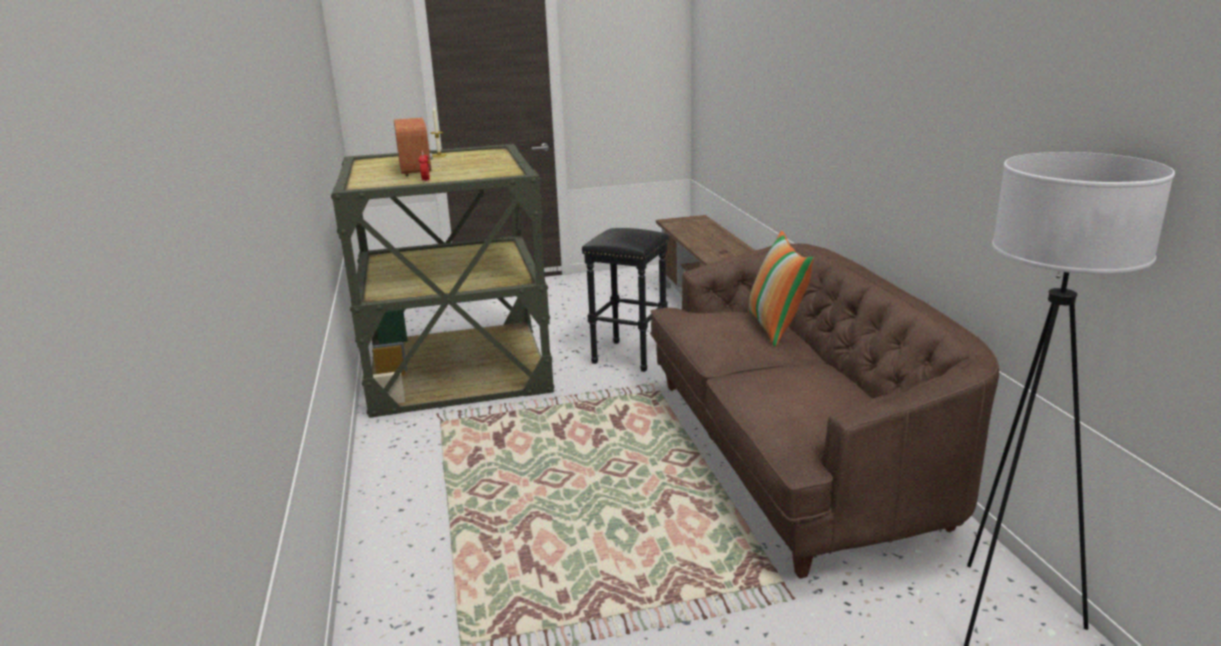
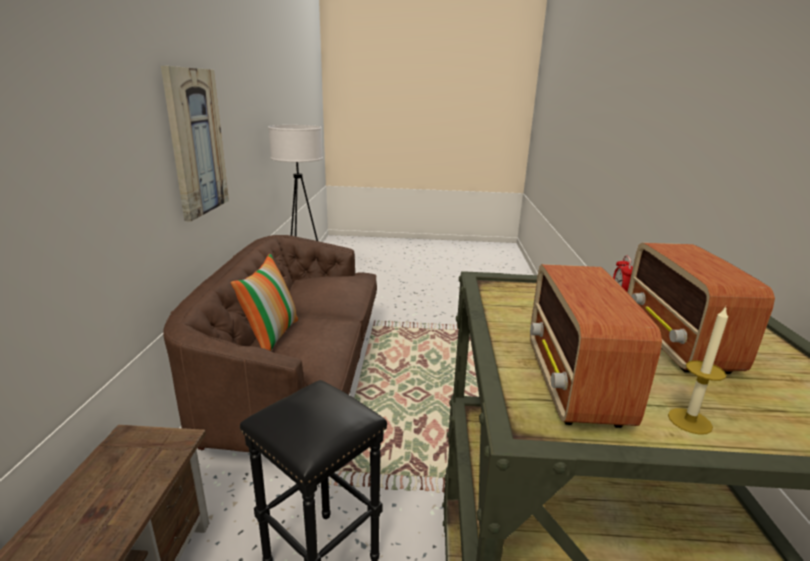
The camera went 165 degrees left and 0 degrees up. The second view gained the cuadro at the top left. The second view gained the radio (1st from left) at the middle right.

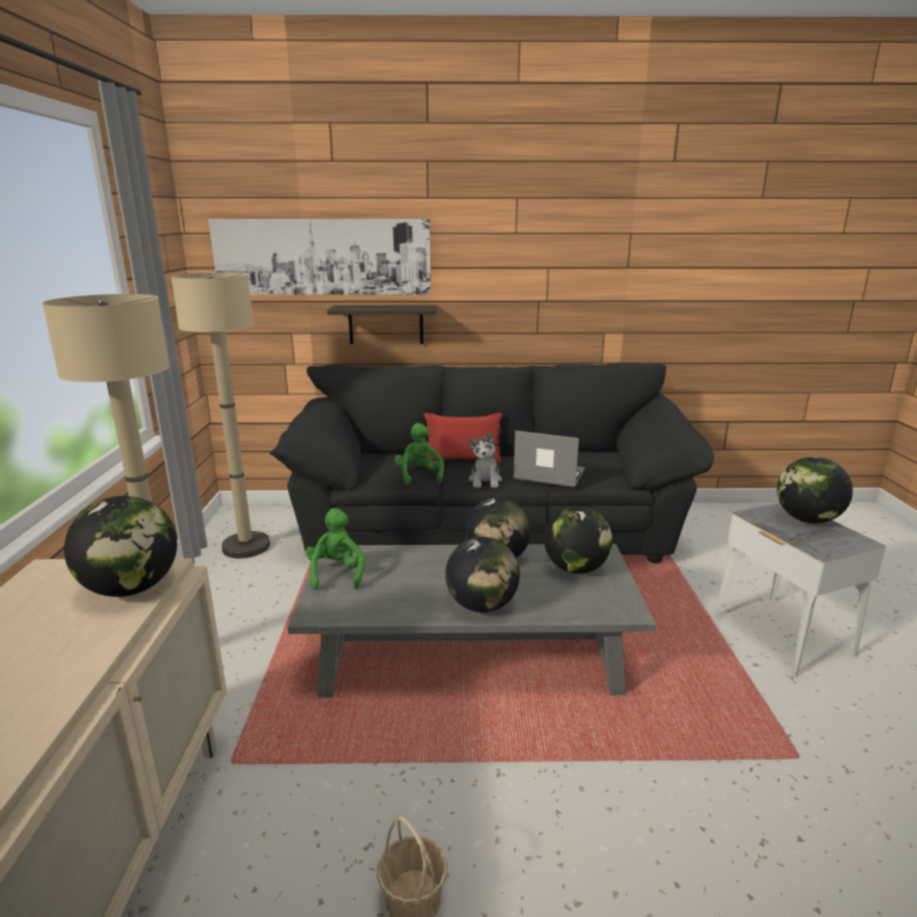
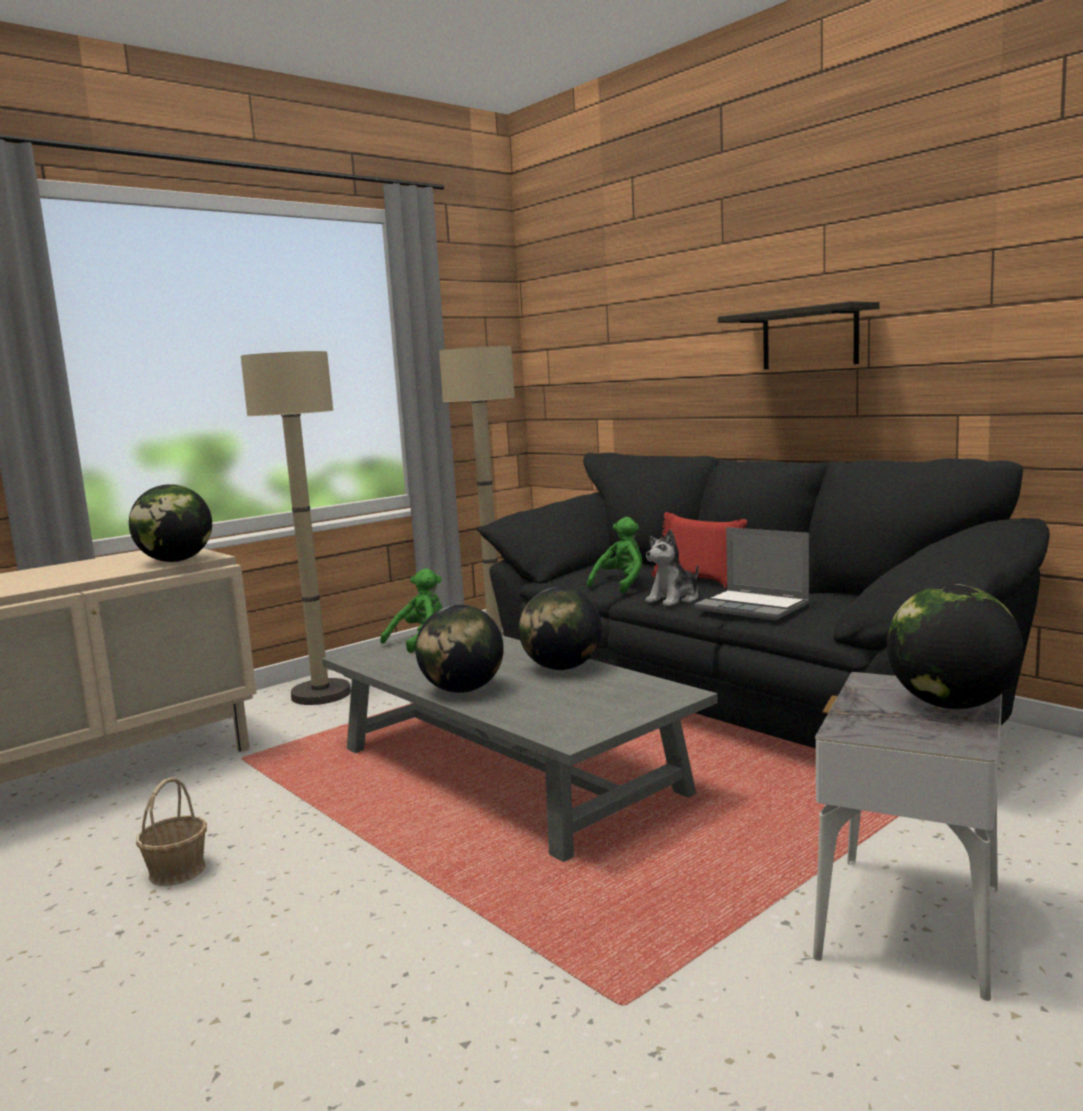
The camera went 50 degrees right and 10 degrees down. The second view lost the cuadro at the top centre. The estante ended up elsewhere, having gone from the centre to the top right. The portátil at the centre ended up facing another way, 150 degrees clockwise from before. The second view lost the globo terráqueo (4th from left) at the centre.

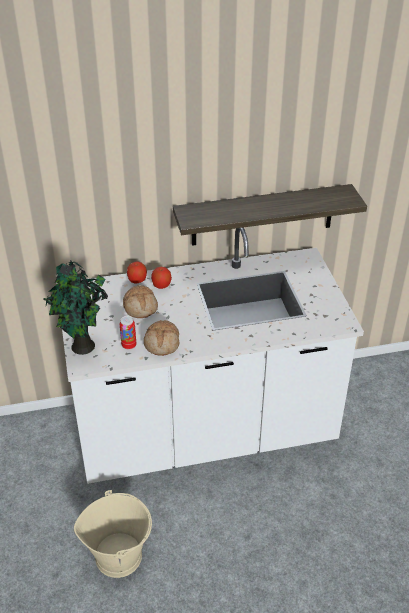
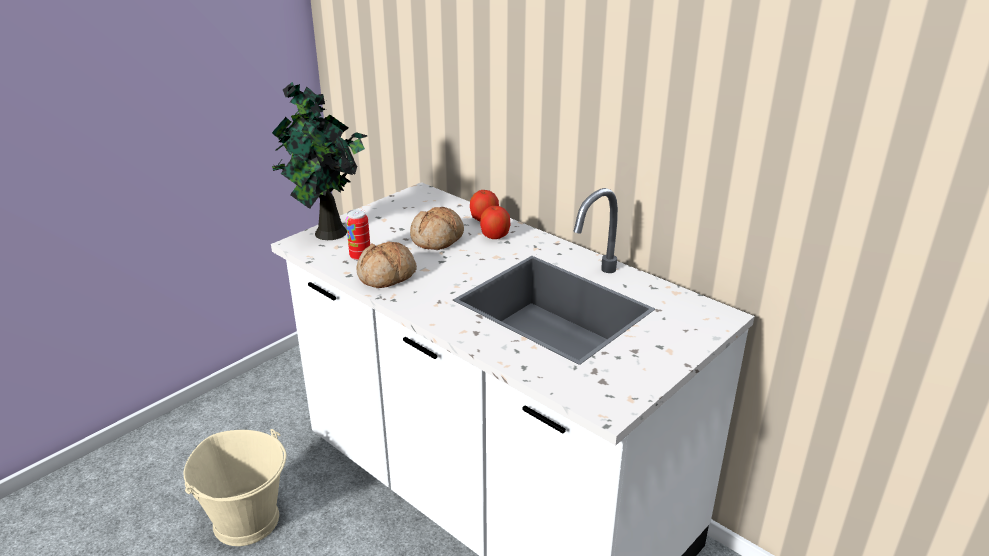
The camera went 55 degrees right and 10 degrees down. The second view lost the estante at the centre.

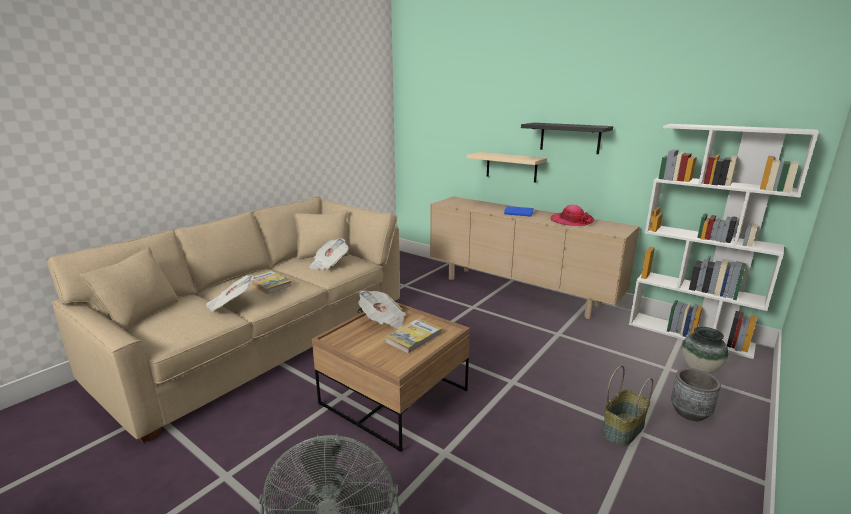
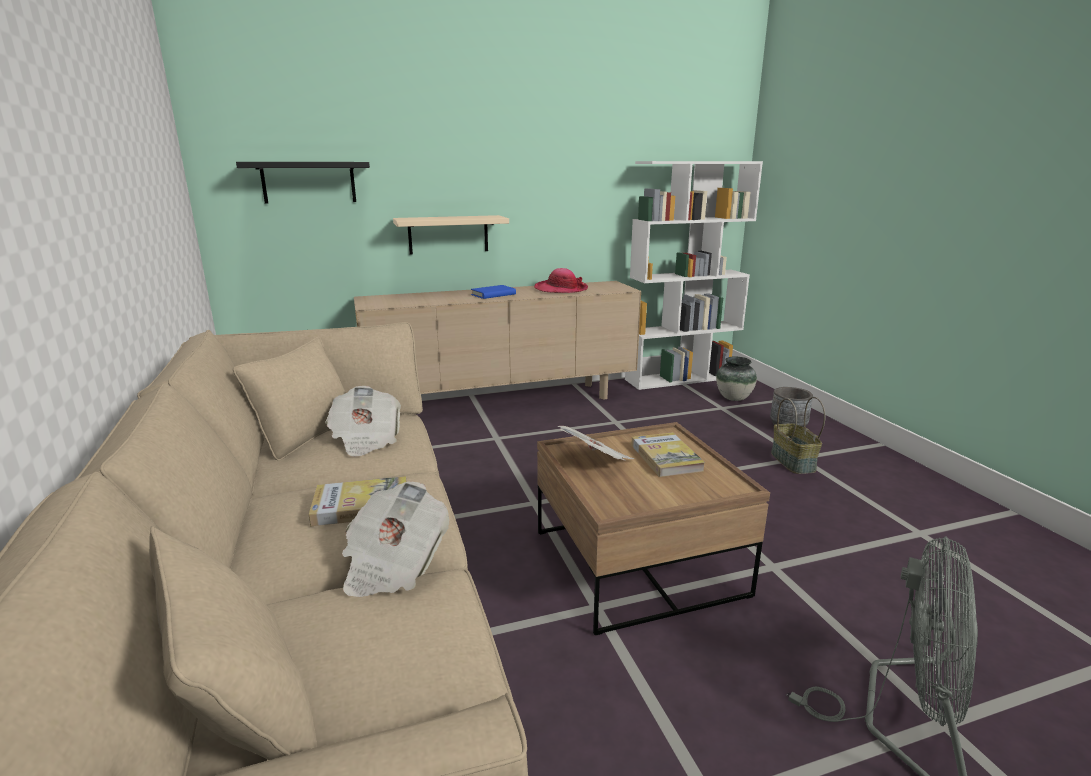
The camera went 55 degrees left and 0 degrees up. The estante (negro) ended up elsewhere, having gone from the top centre to the top left.

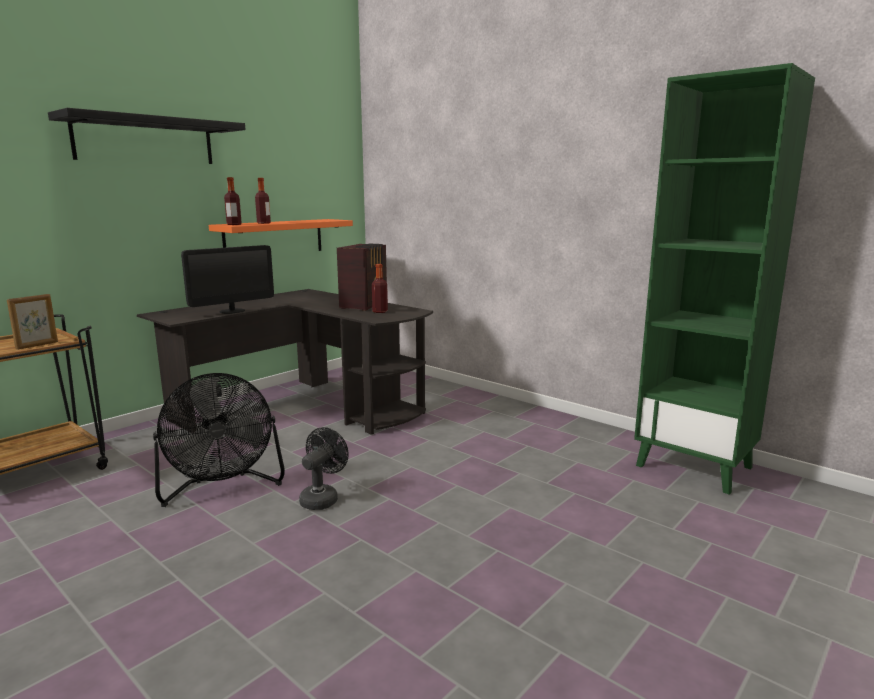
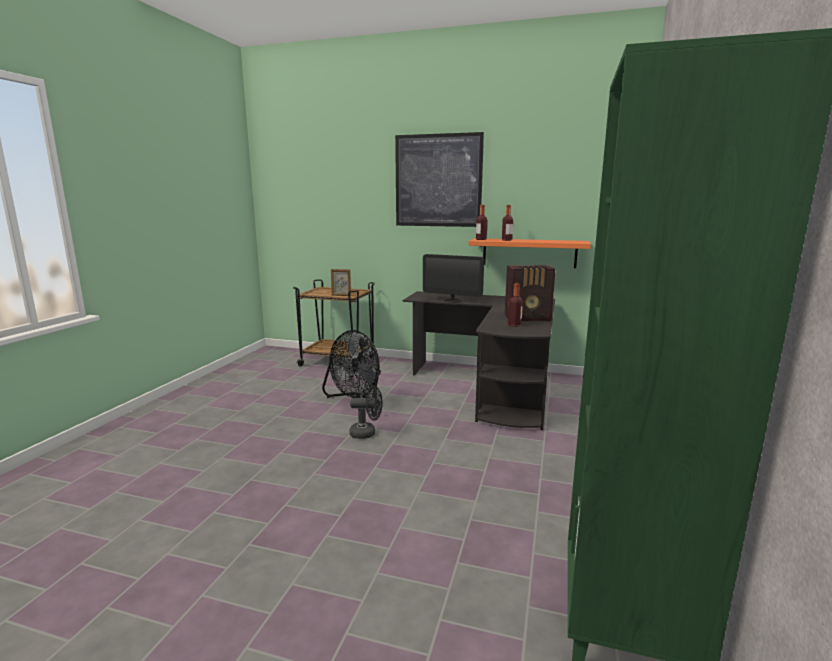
The camera went 65 degrees right and 0 degrees up. Where the estante (negro) hung at the top left, the cuadro came to hang at the top centre.

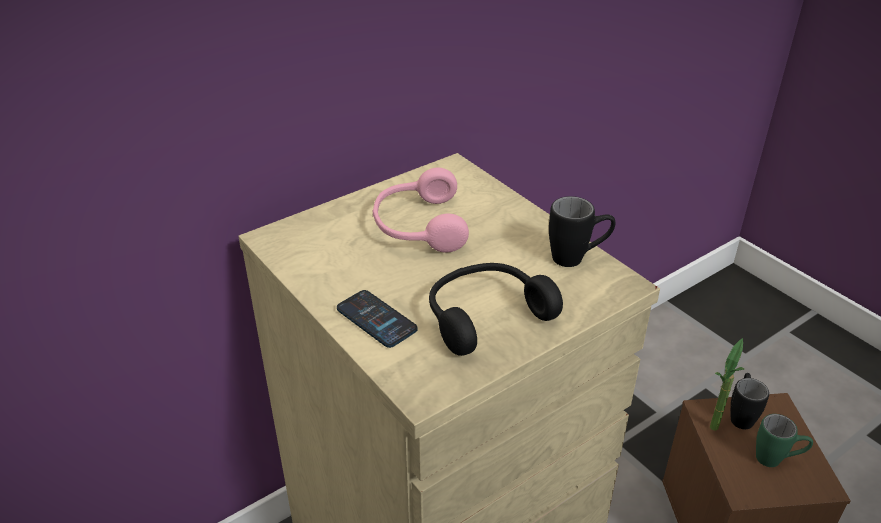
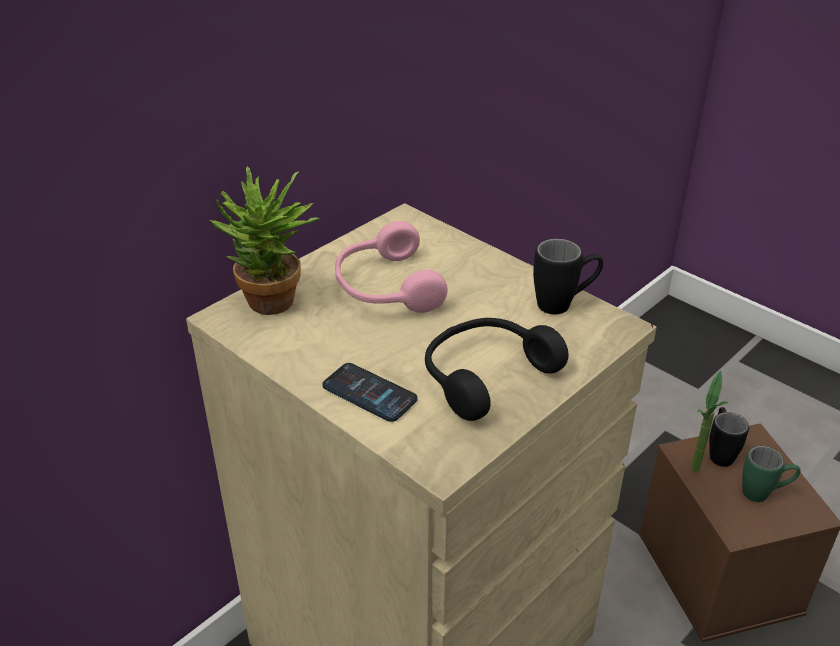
The camera went 10 degrees left and 0 degrees up. The second view gained the planta en maceta (1st from left) at the middle left.

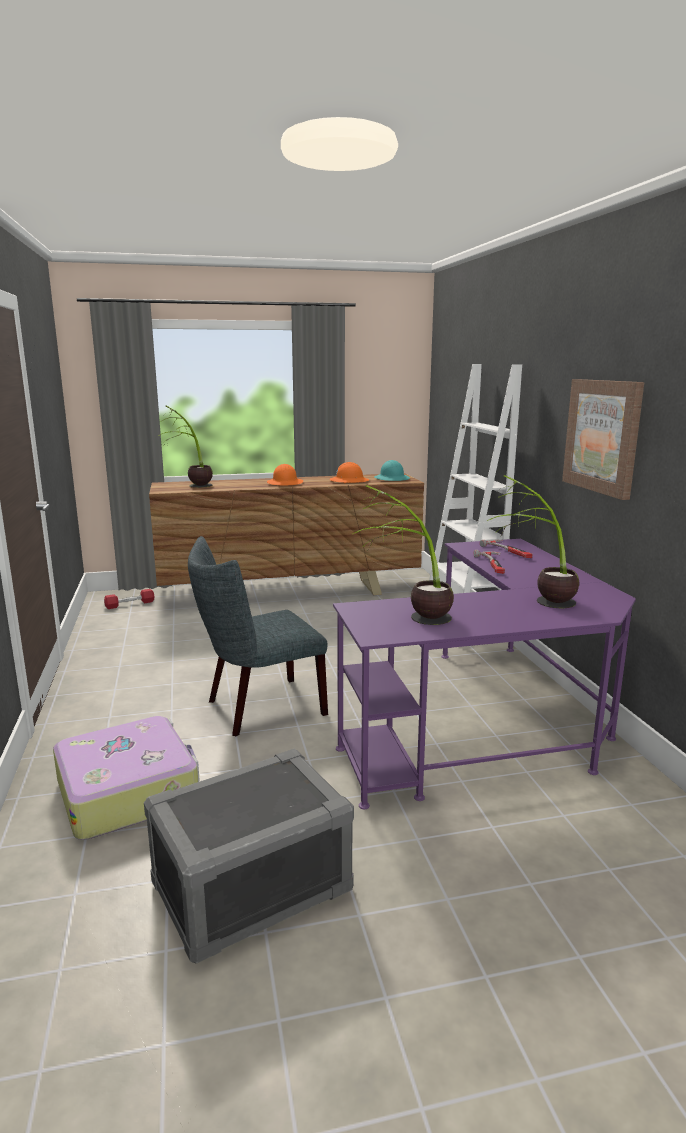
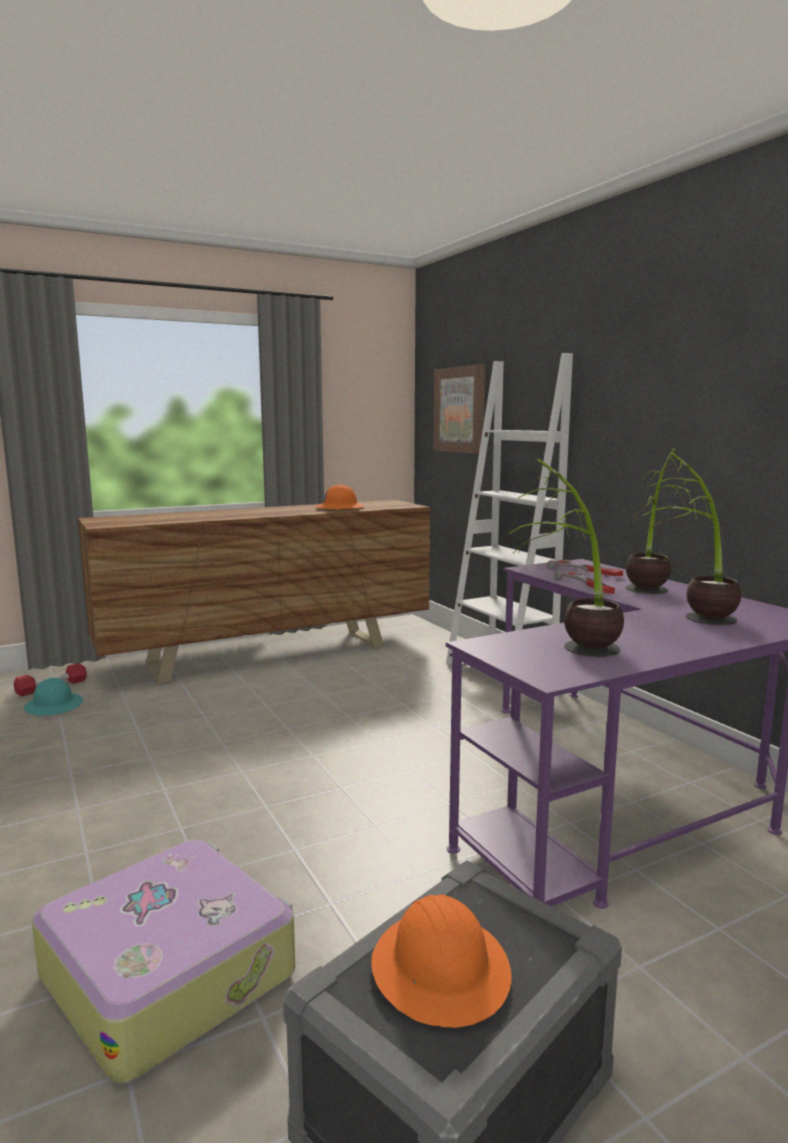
The camera went 15 degrees left and 5 degrees down. The planta en maceta (1st from left in the first image) ended up elsewhere, having gone from the middle left to the middle right. The second view lost the silla (gris) at the centre. The casco (naranja) (1st from left in the first image) ended up elsewhere, having gone from the centre to the bottom centre. The casco (turquesa) ended up elsewhere, having gone from the centre to the middle left. The cuadro ended up elsewhere, having gone from the middle right to the centre.

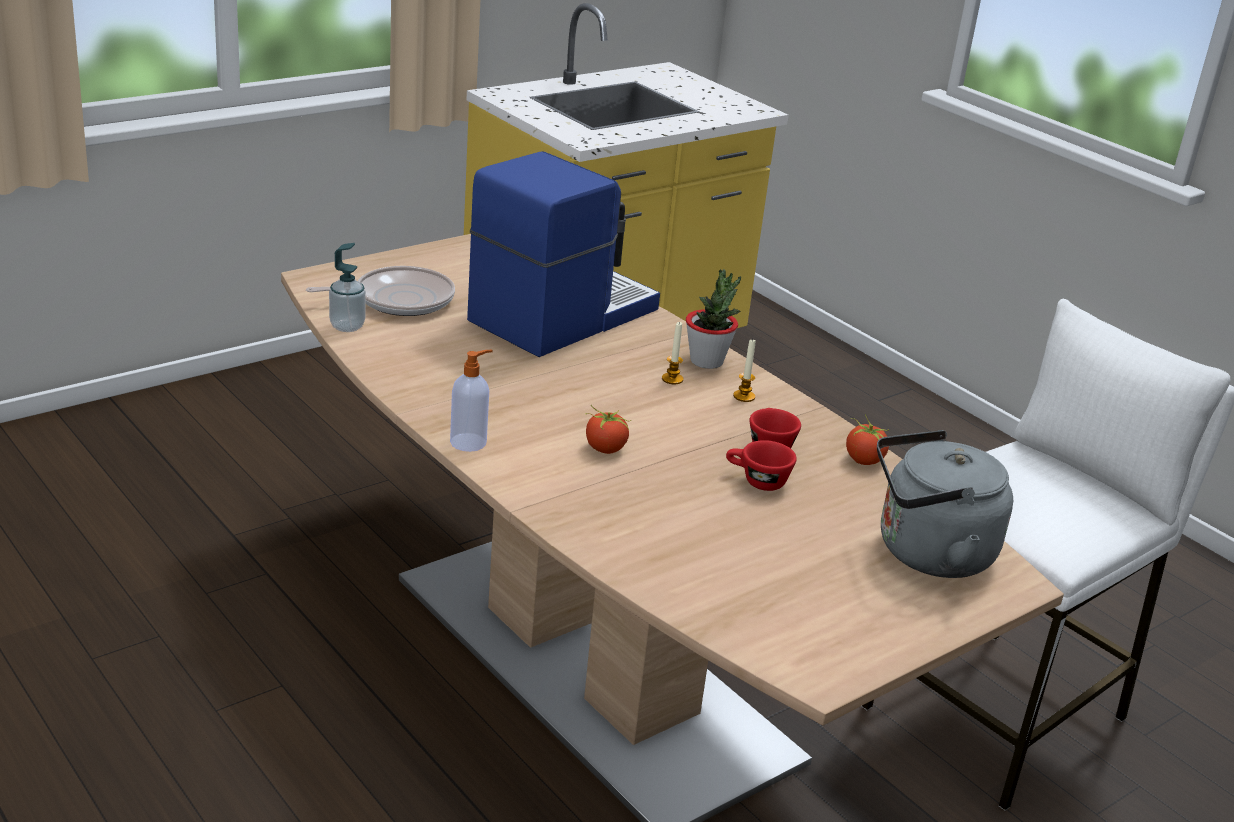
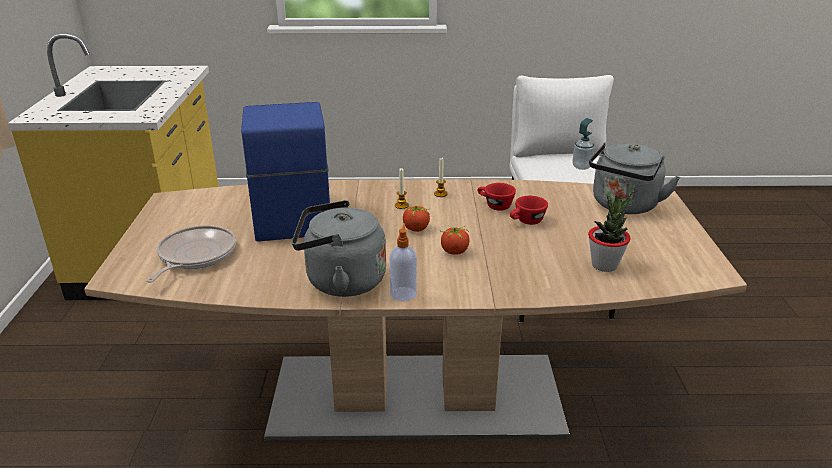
The camera went 50 degrees left and 0 degrees up. The dispensador de jabón (1st from left in the first image) ended up elsewhere, having gone from the middle left to the top right. The planta en maceta ended up elsewhere, having gone from the centre to the middle right. The tomate (2nd from left in the first image) ended up elsewhere, having gone from the middle right to the centre. The second view gained the hervidor (gris) (1st from left) at the centre.

